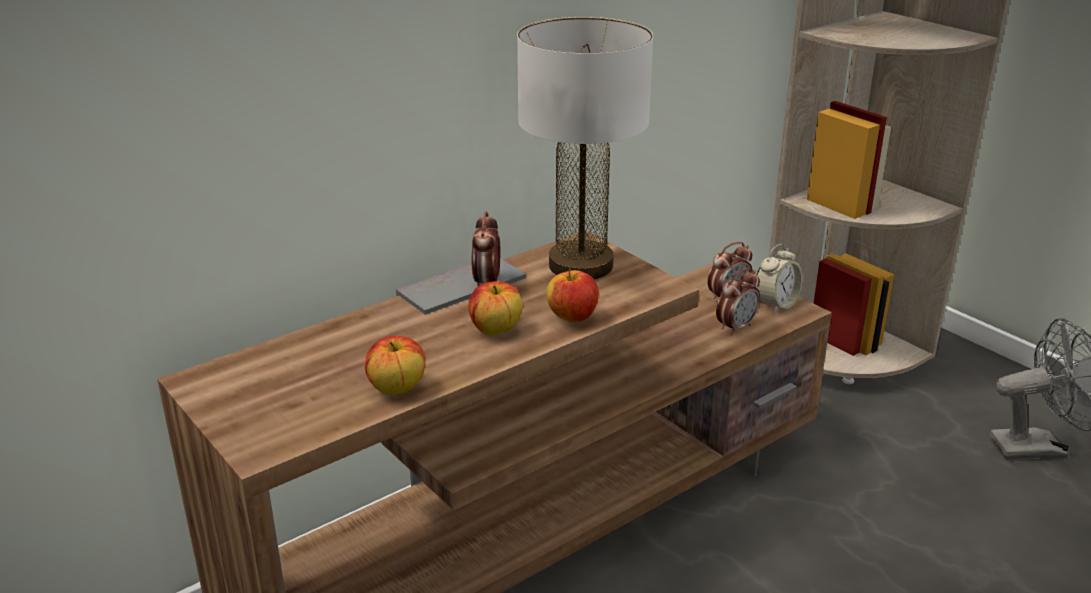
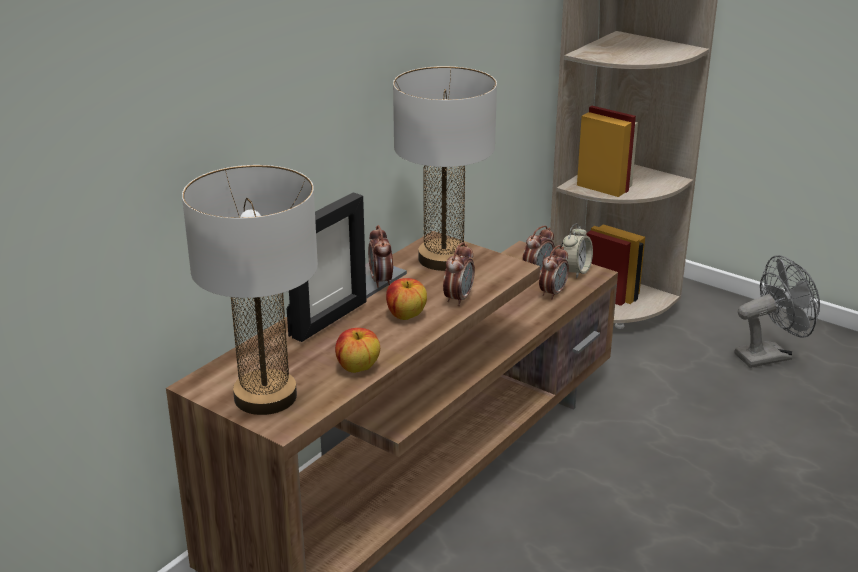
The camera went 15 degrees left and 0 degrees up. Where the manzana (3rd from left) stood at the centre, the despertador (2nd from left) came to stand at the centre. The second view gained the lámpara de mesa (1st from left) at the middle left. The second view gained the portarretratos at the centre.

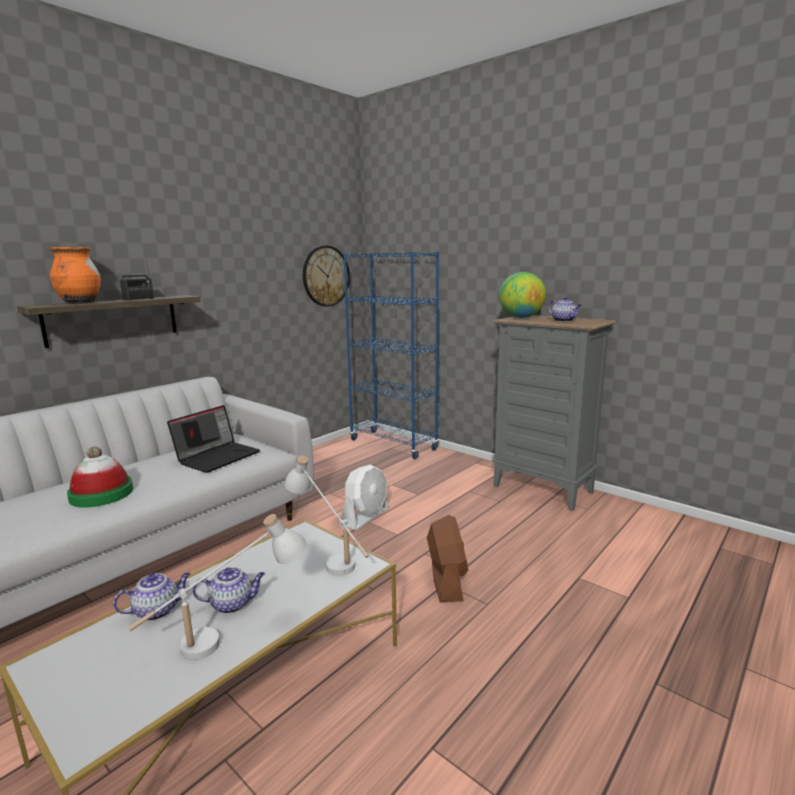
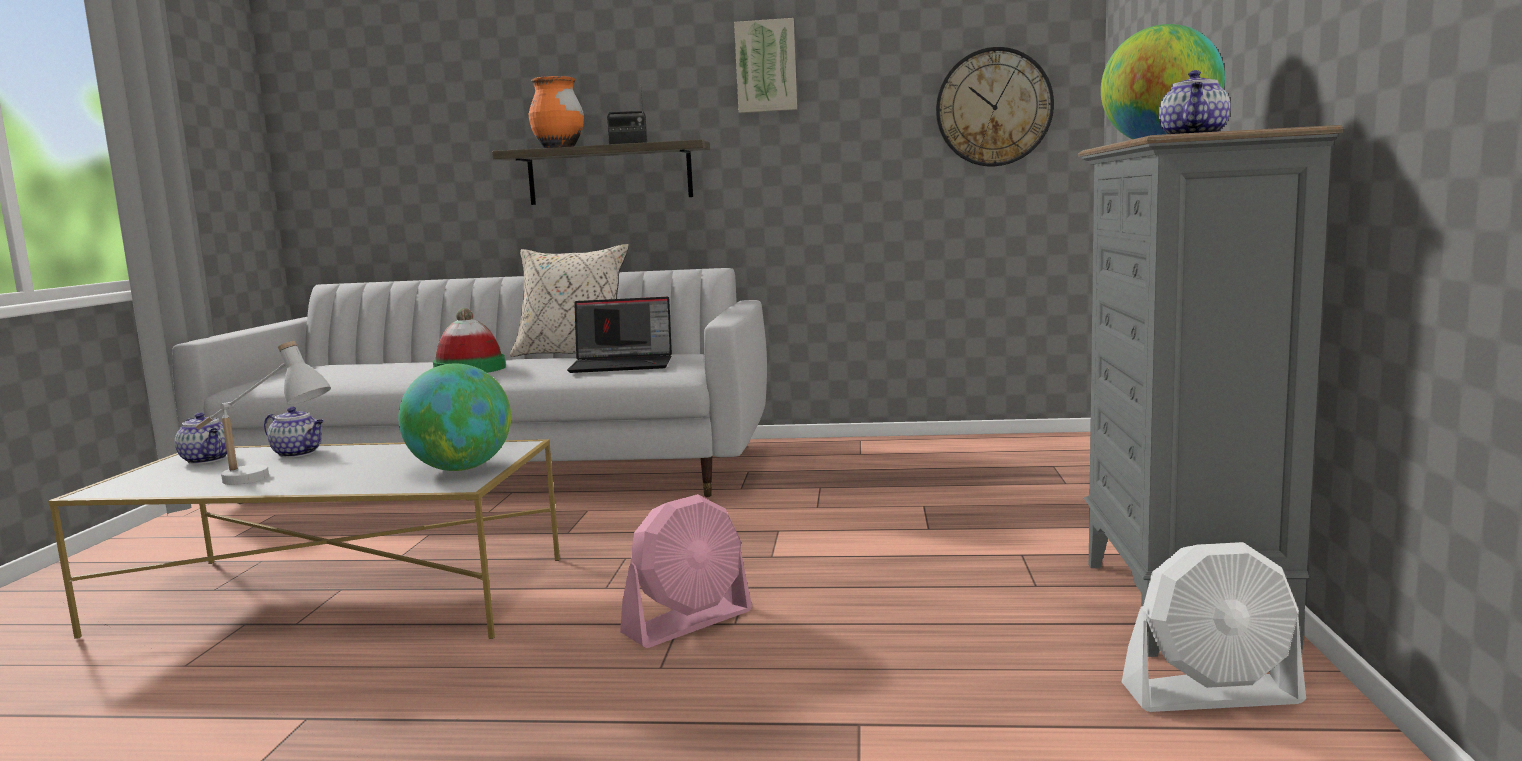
The camera went 55 degrees right and 5 degrees down. The tetera (2nd from left in the first image) ended up elsewhere, having gone from the bottom left to the middle left. Where the lámpara de mesa (blanco) (2nd from left) stood at the centre, the globo terráqueo (1st from left) came to stand at the middle left. The ventilador (blanco) ended up elsewhere, having gone from the centre to the bottom right. The second view lost the estantería (azul) at the centre. What was the ventilador (marrón) at the bottom centre turned into the ventilador (rosa) at the bottom centre. The second view gained the cojín (beis) at the centre. The second view gained the cuadro at the top centre.

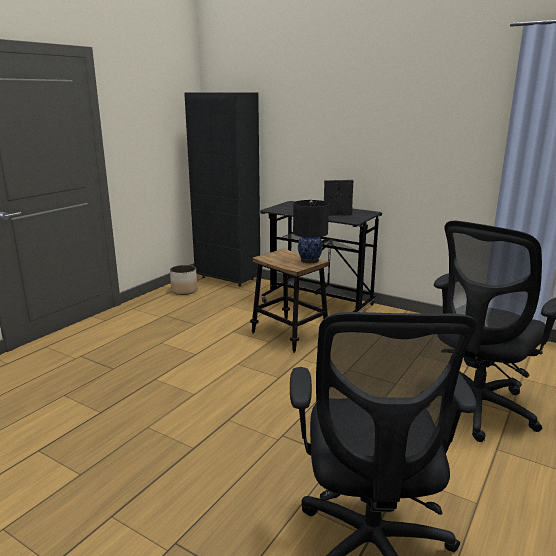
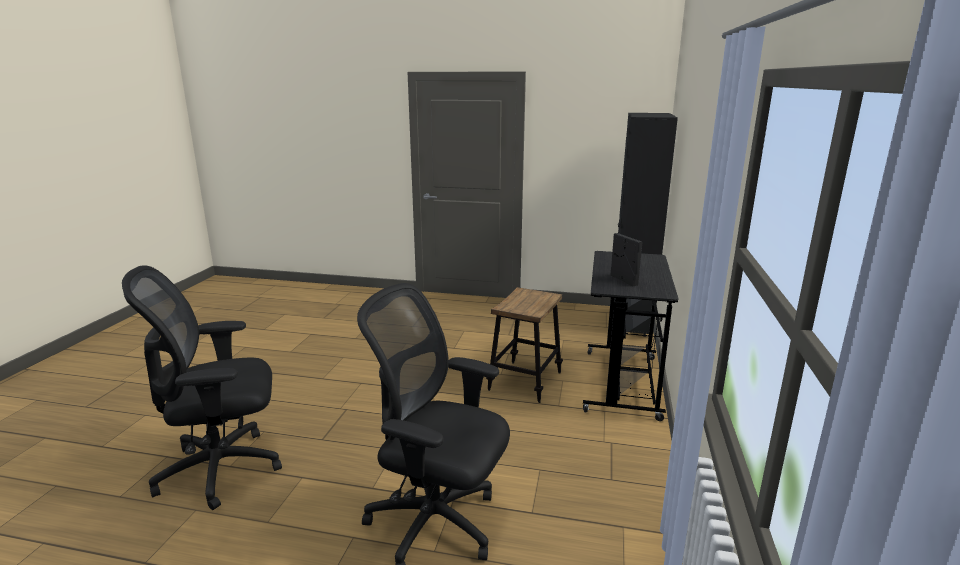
The camera went 70 degrees right and 0 degrees up. The second view lost the maceta at the middle left. The second view lost the lámpara de mesa (negro) at the centre.

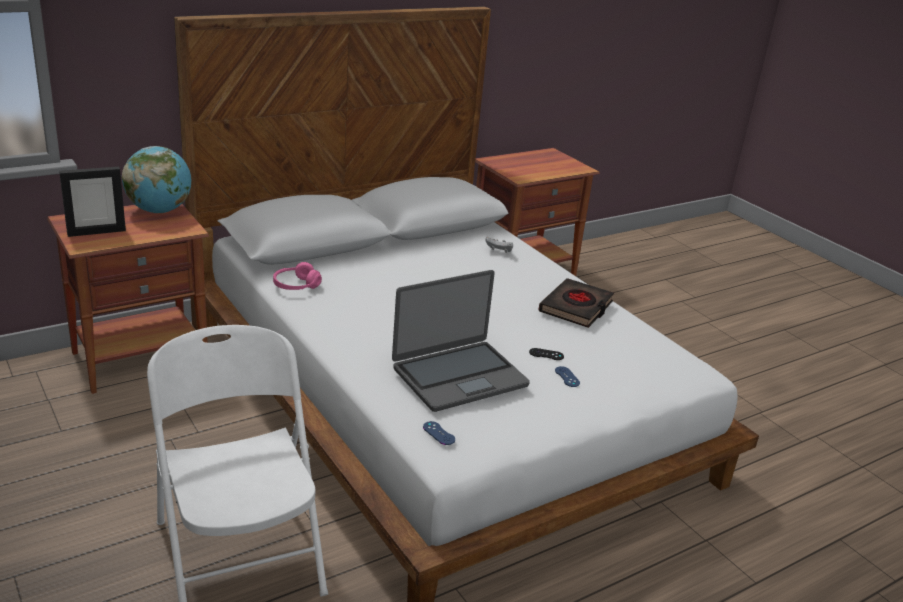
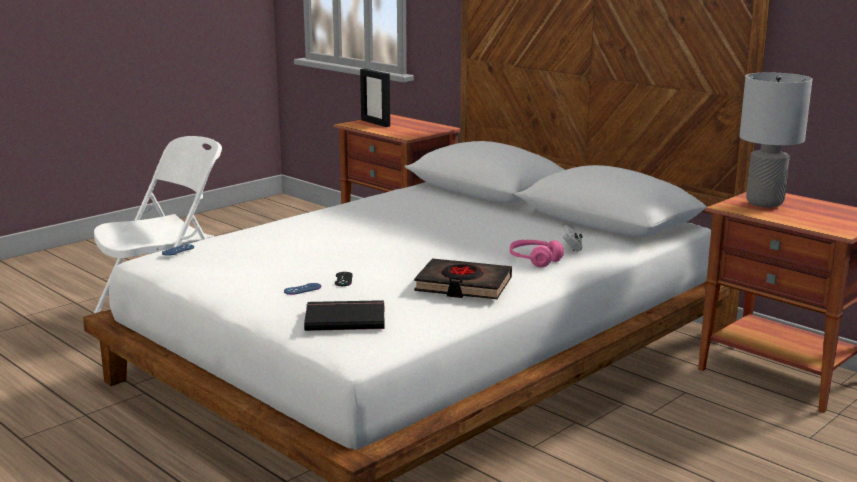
The camera went 80 degrees right and 10 degrees down. The second view lost the globo terráqueo at the top left. The auriculares (rosa) ended up elsewhere, having gone from the middle left to the centre. The second view lost the portátil at the centre. The second view gained the libro (negro) (1st from left) at the centre. The second view gained the lámpara de mesa (gris) at the top right.

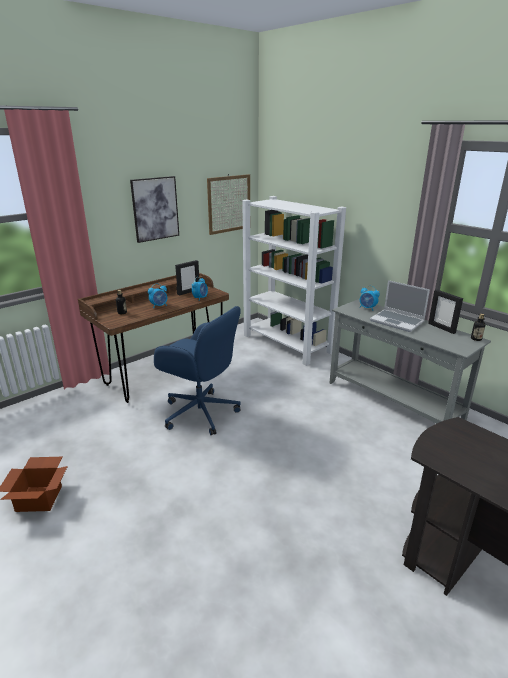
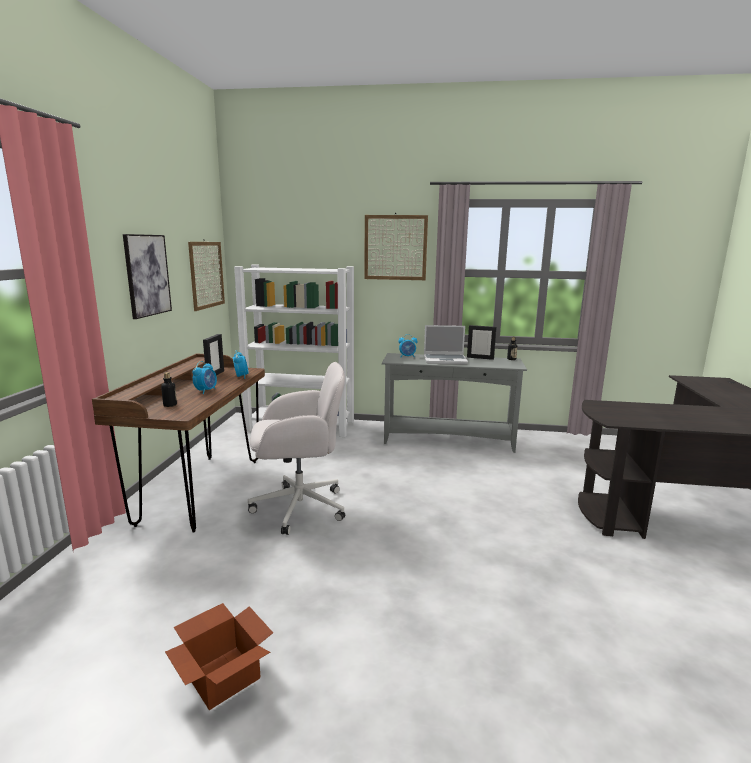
The camera went 40 degrees left and 10 degrees down. What was the silla de oficina (azul) at the centre turned into the silla de oficina (blanco) at the centre. The second view gained the cuadro (3rd from left) at the top centre.

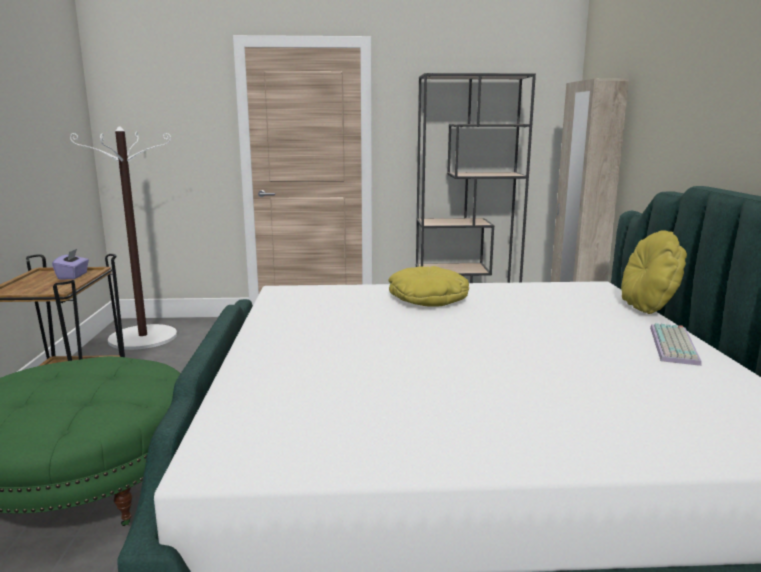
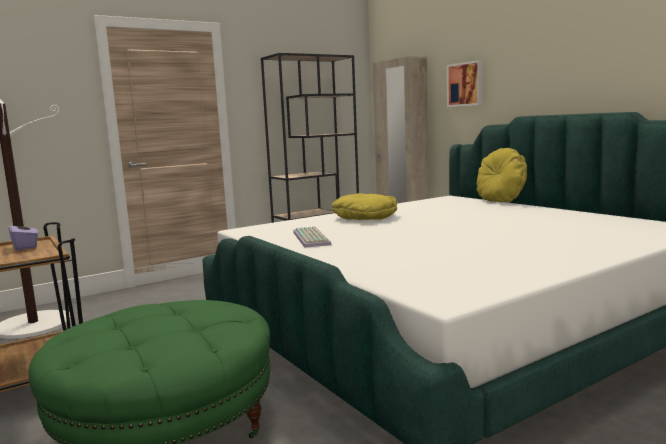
The camera went 30 degrees left and 5 degrees down. The teclado ended up elsewhere, having gone from the middle right to the centre. The second view gained the cuadro at the top right.

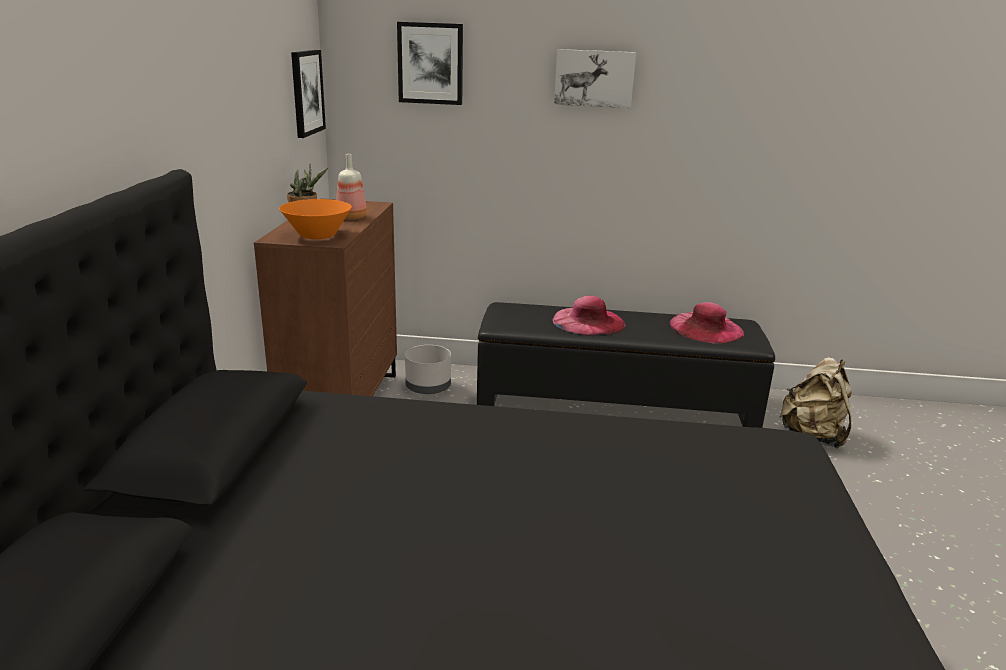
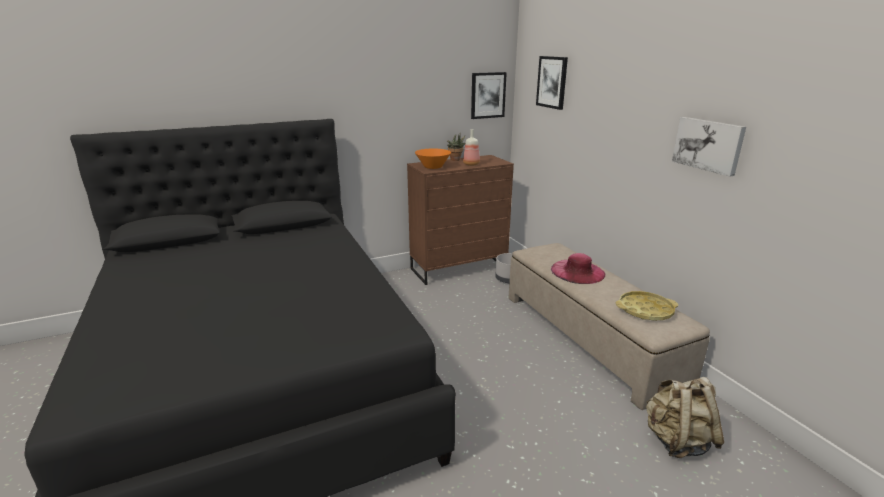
The camera went 60 degrees right and 0 degrees up. What was the banco (negro) at the centre turned into the banco (beis) at the middle right. The cuadro (3rd from left) ended up elsewhere, having gone from the top centre to the top right. Where the sombrero (rosa) (2nd from left) stood at the middle right, the bandeja (amarillo) came to stand at the middle right.

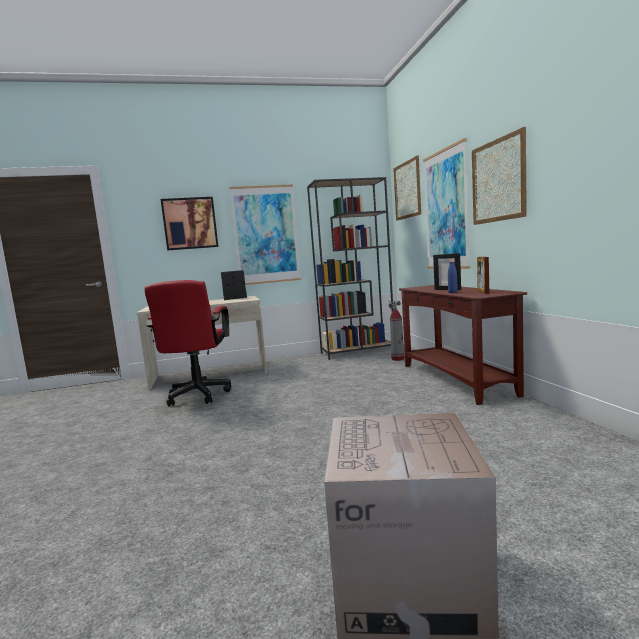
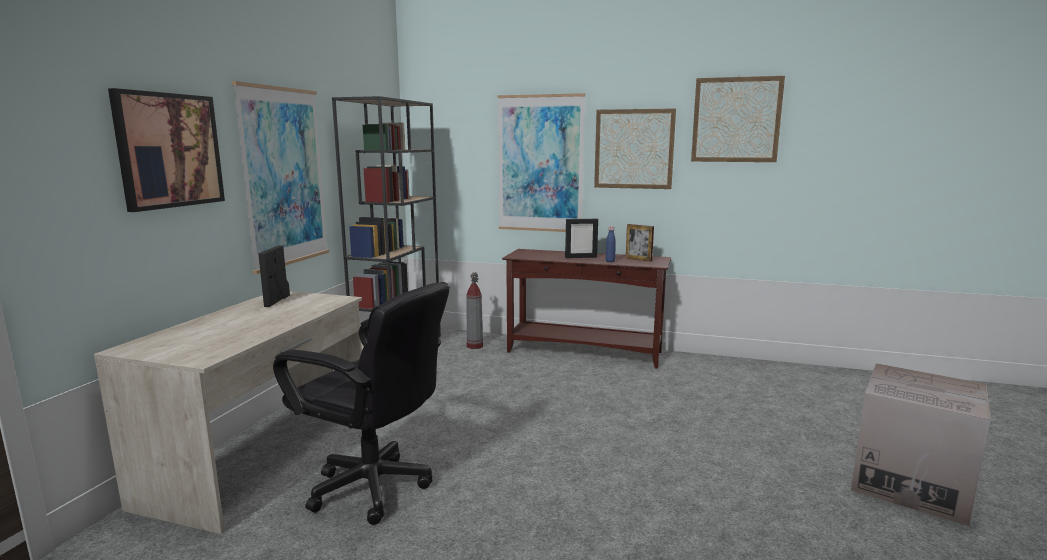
The camera went 60 degrees left and 5 degrees up. What was the silla de oficina (rojo) at the middle left turned into the silla de oficina (negro) at the bottom centre. The cuadro (3rd from left in the first image) ended up elsewhere, having gone from the top centre to the top right.

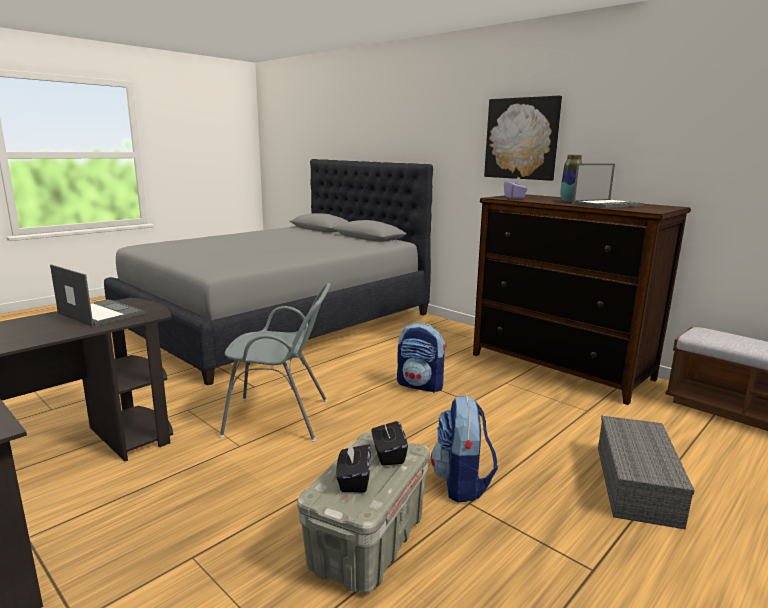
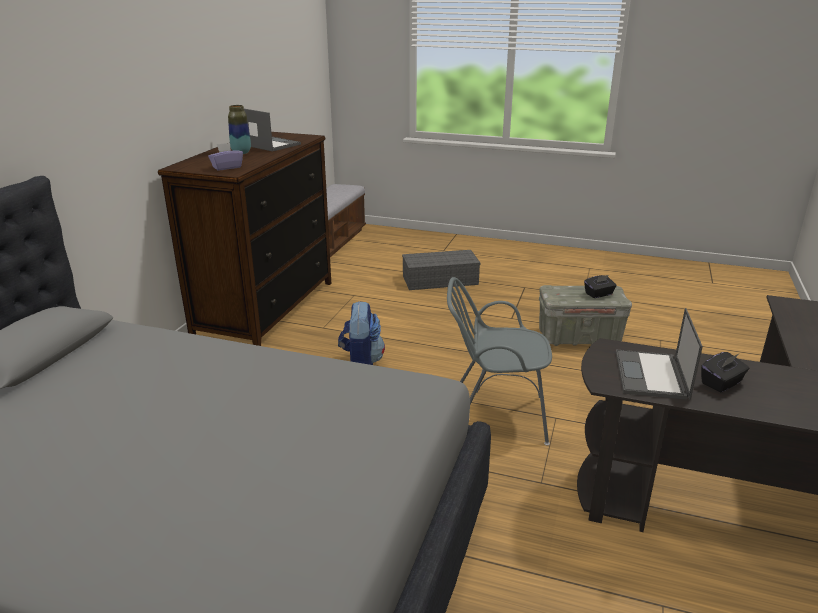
The camera went 115 degrees left and 10 degrees up. The silla (gris) at the centre ended up facing another way, 60 degrees counterclockwise from before. The caja de pañuelos (negro) (2nd from left) ended up elsewhere, having gone from the bottom centre to the middle right. The second view lost the mochila (2nd from left) at the bottom centre. The second view lost the cuadro at the top right.

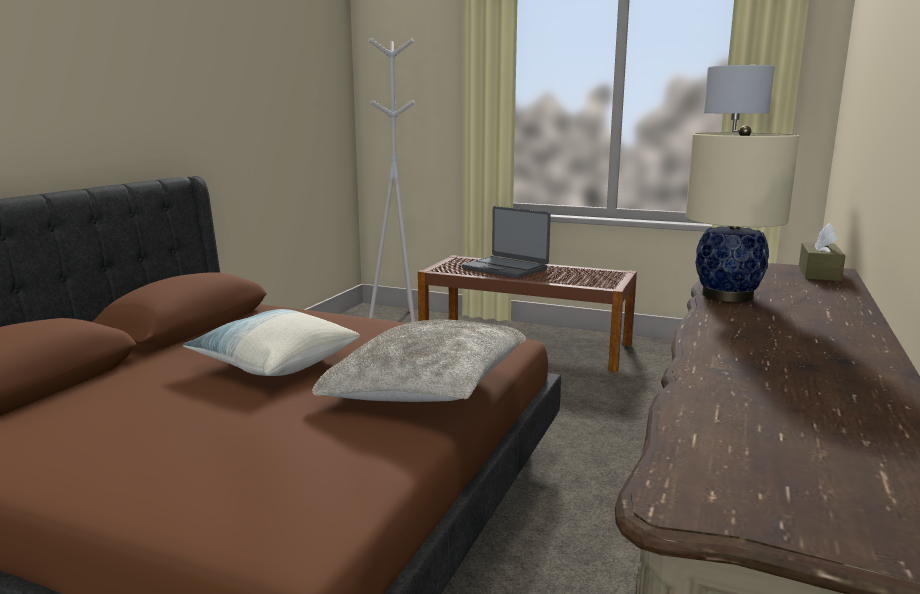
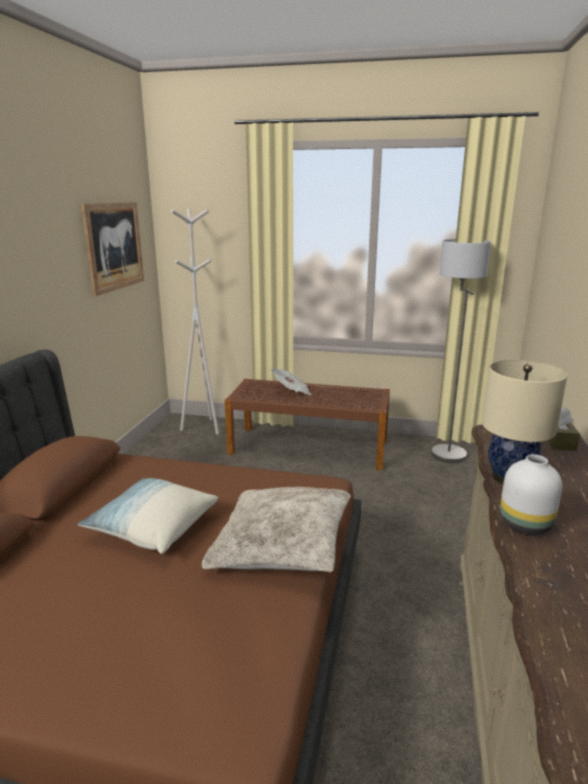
The camera went 10 degrees left and 5 degrees up. Where the portátil stood at the centre, the periódico came to stand at the centre. The second view gained the cuadro at the top left. The second view gained the florero (blanco) at the middle right.

